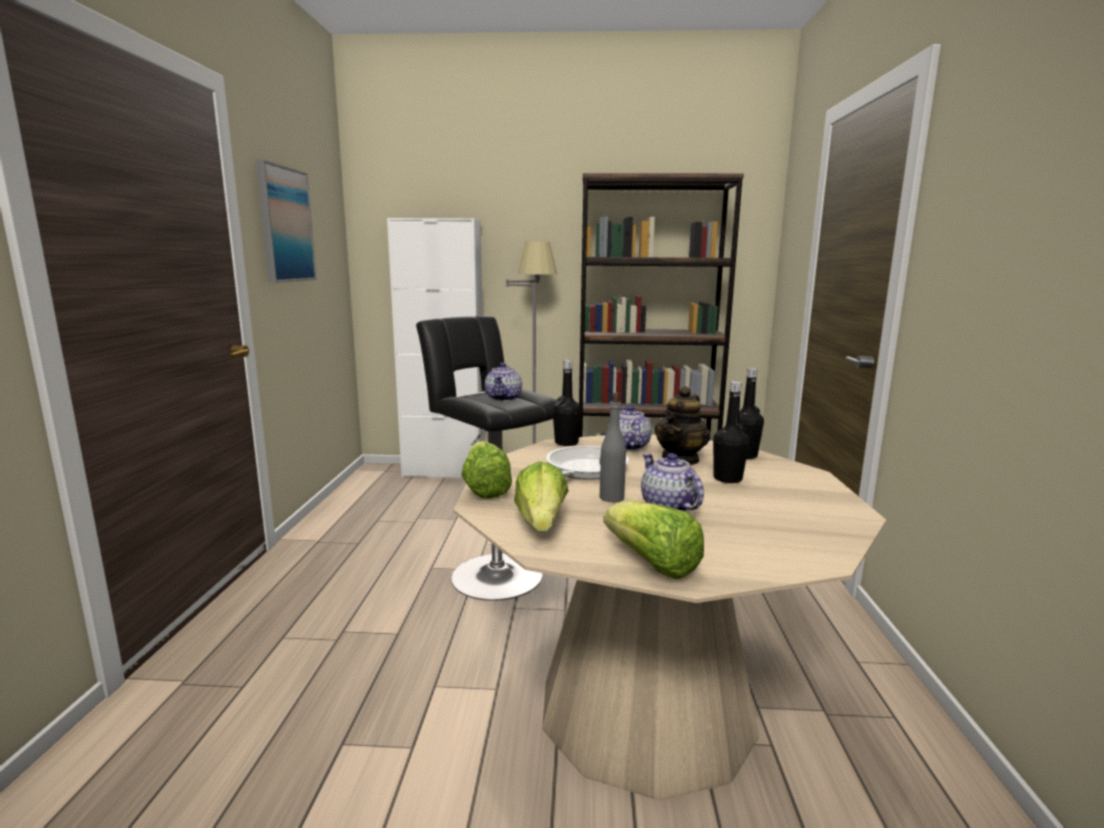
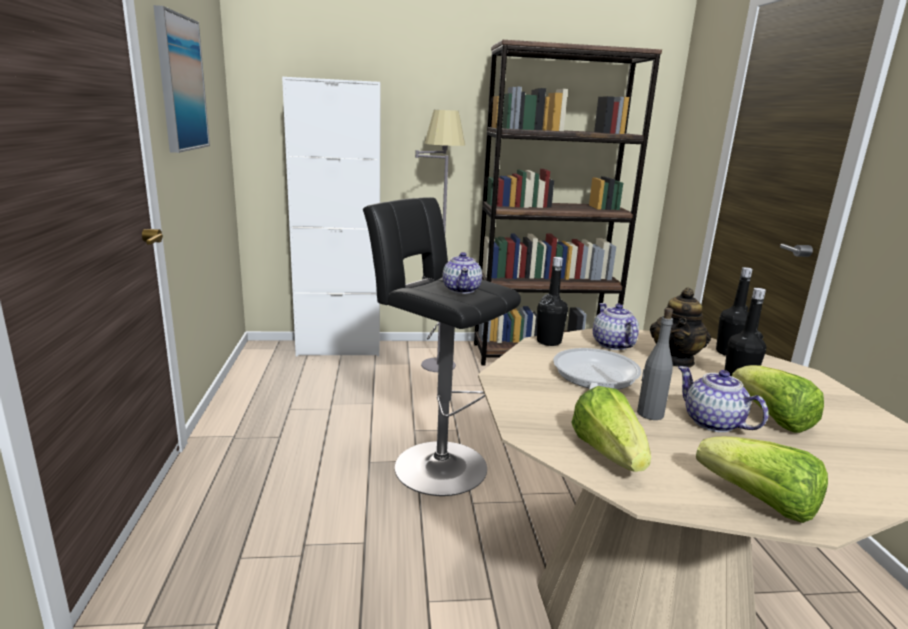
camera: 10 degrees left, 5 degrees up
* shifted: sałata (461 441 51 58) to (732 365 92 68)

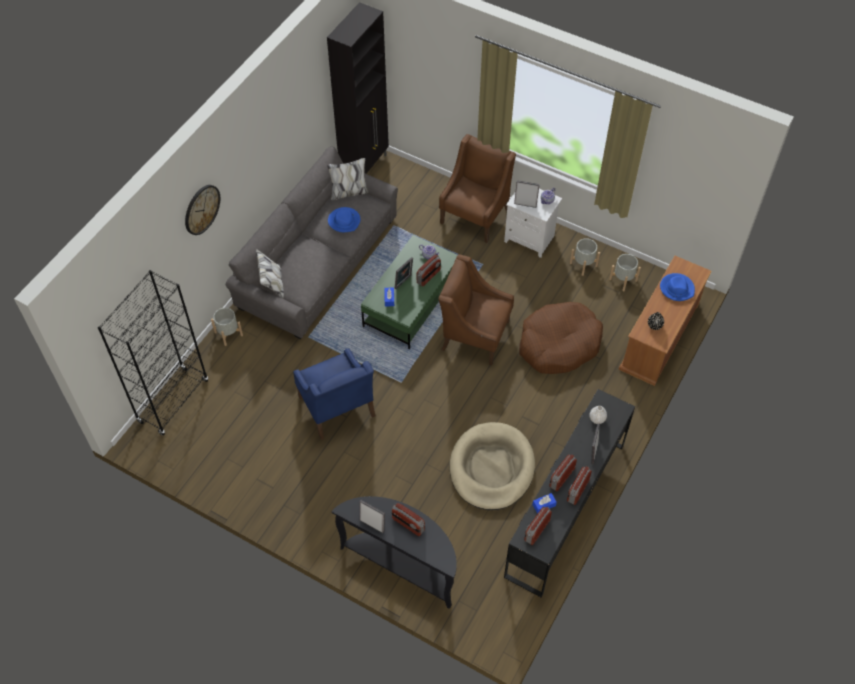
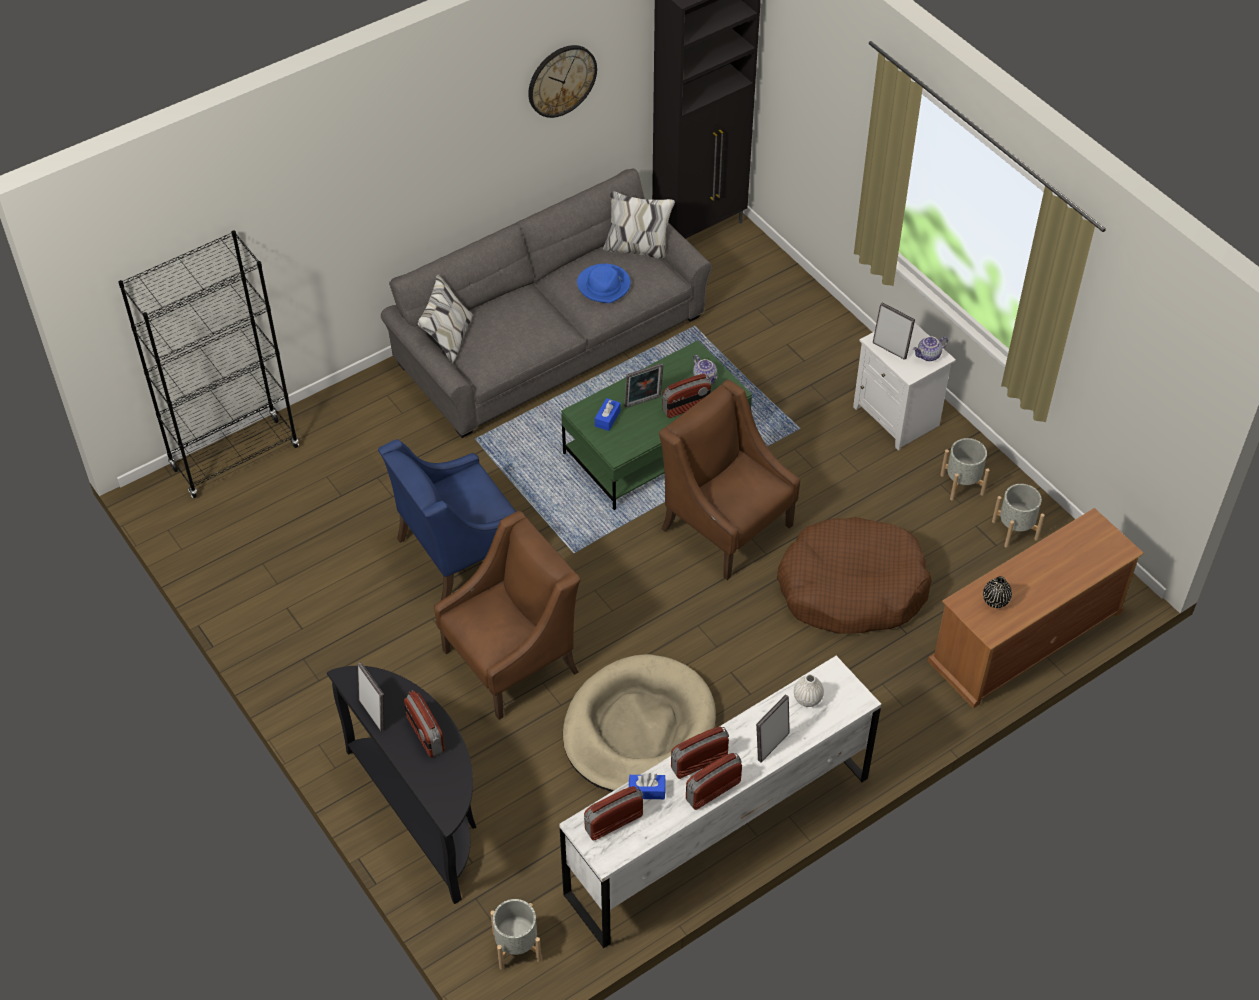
camera: 25 degrees right, 5 degrees down
* shifted: zegar ścienny (185 185 35 50) to (528 45 69 73)
* shifted: donica (szary) (211 308 32 38) to (490 899 51 71)
* rotated: fotel (niebieski) (293 348 82 92) = (378 439 138 161) 60 degrees clockwise
* shifted: fotel (brązowy) (439 134 77 109) to (434 511 147 209)
* repainted: komoda (czarny) (504 389 131 208) to komoda (biały) (559 656 322 292)
* gone: kapelusz (niebieski) (660 273 35 28)

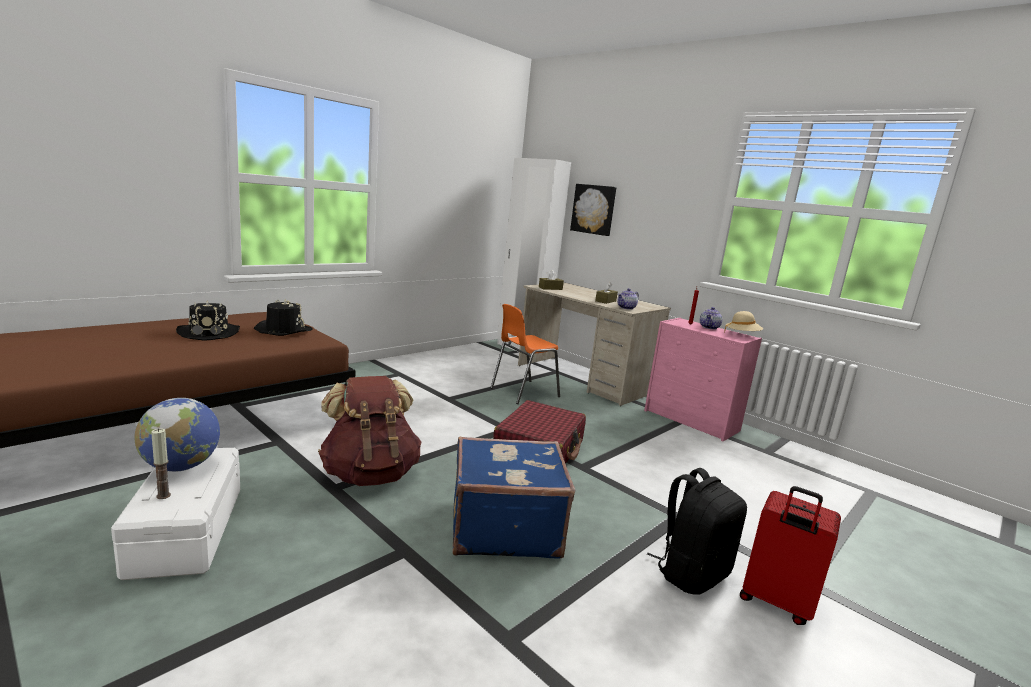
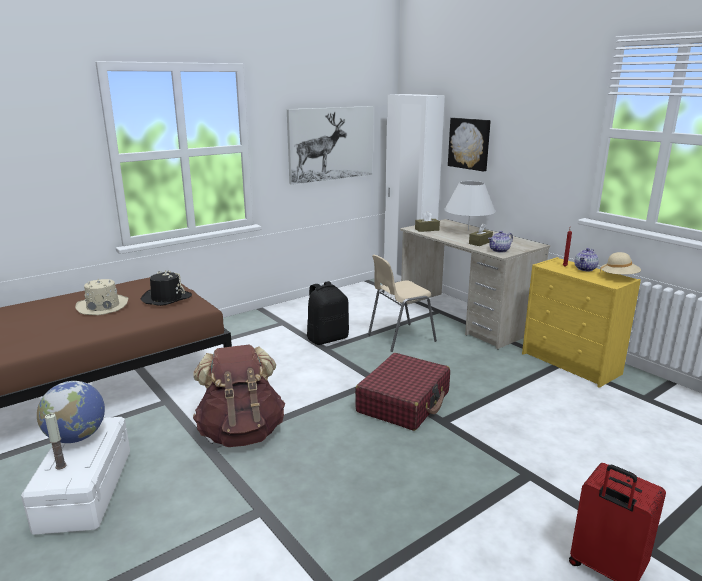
camera: 10 degrees right, 5 degrees up
* repainted: kapelusz (czarny) (176 300 64 41) to kapelusz (beżowy) (75 279 54 36)
* gone: walizka (niebieski) (452 437 123 122)
* repainted: krzesło (pomarańczowy) (490 304 70 100) to krzesło (beżowy) (368 255 69 97)
* repainted: komoda (różowy) (644 318 118 124) to komoda (żółty) (522 257 119 131)
* shifted: plecak (czarny) (647 468 100 127) to (307 281 42 64)
* new: obraz (287 106 87 79)
* new: lampa stołowa (biały) (444 181 51 50)

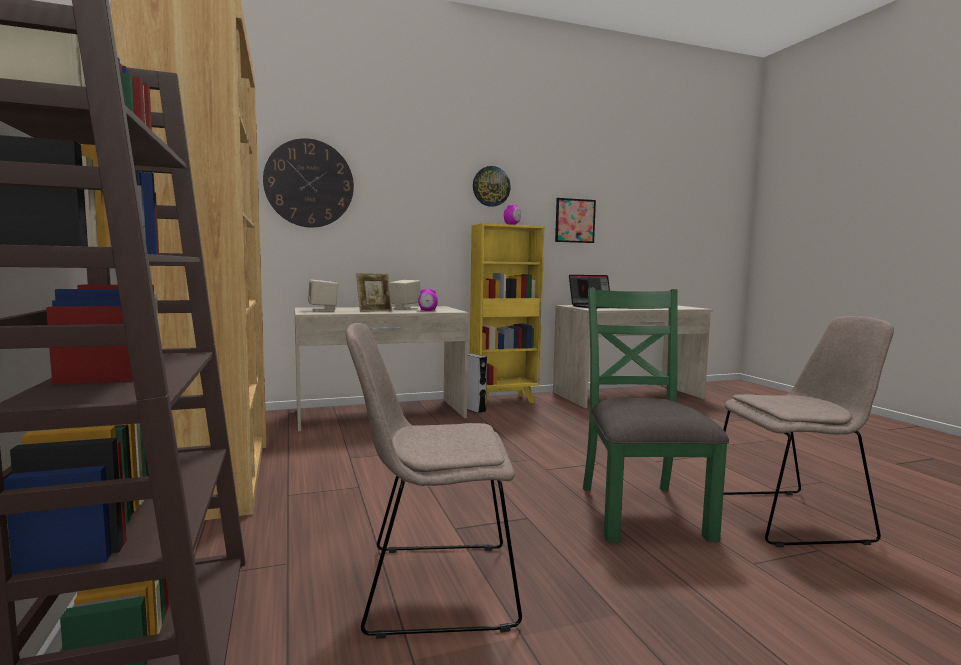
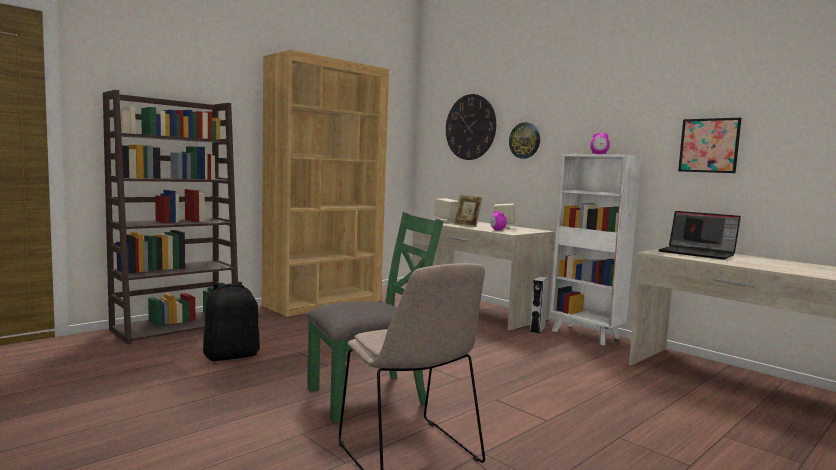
camera: 65 degrees right, 0 degrees up
* swapped: krzesło (beżowy) (346 323 176 316) to plecak (czarny) (203 282 57 79)
* repainted: regał (żółty) (470 223 74 183) to regał (biały) (551 154 90 191)
* shifted: zegar ścienny (473 166 38 41) to (509 122 31 37)

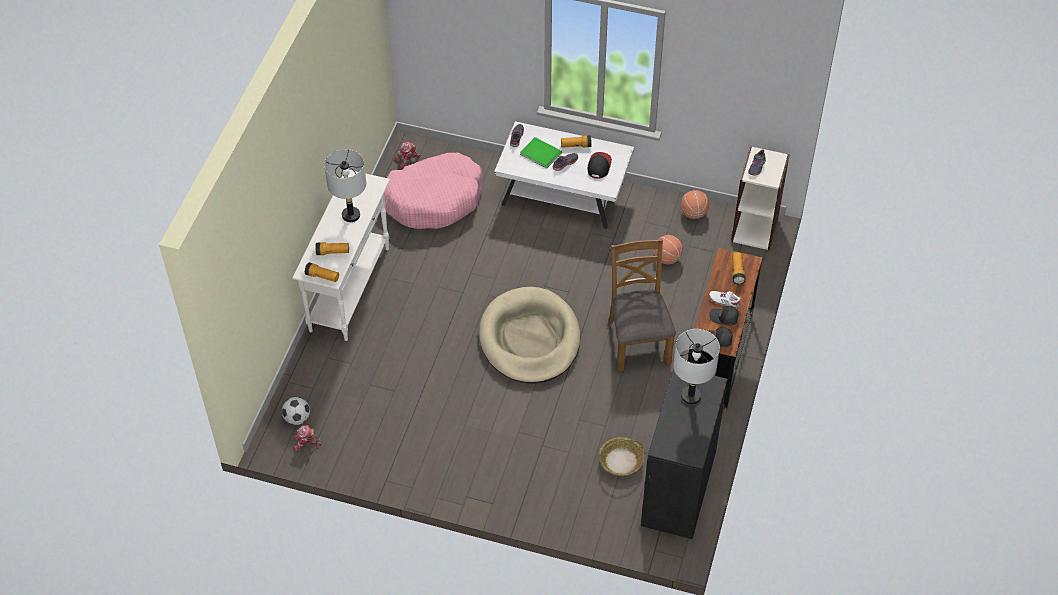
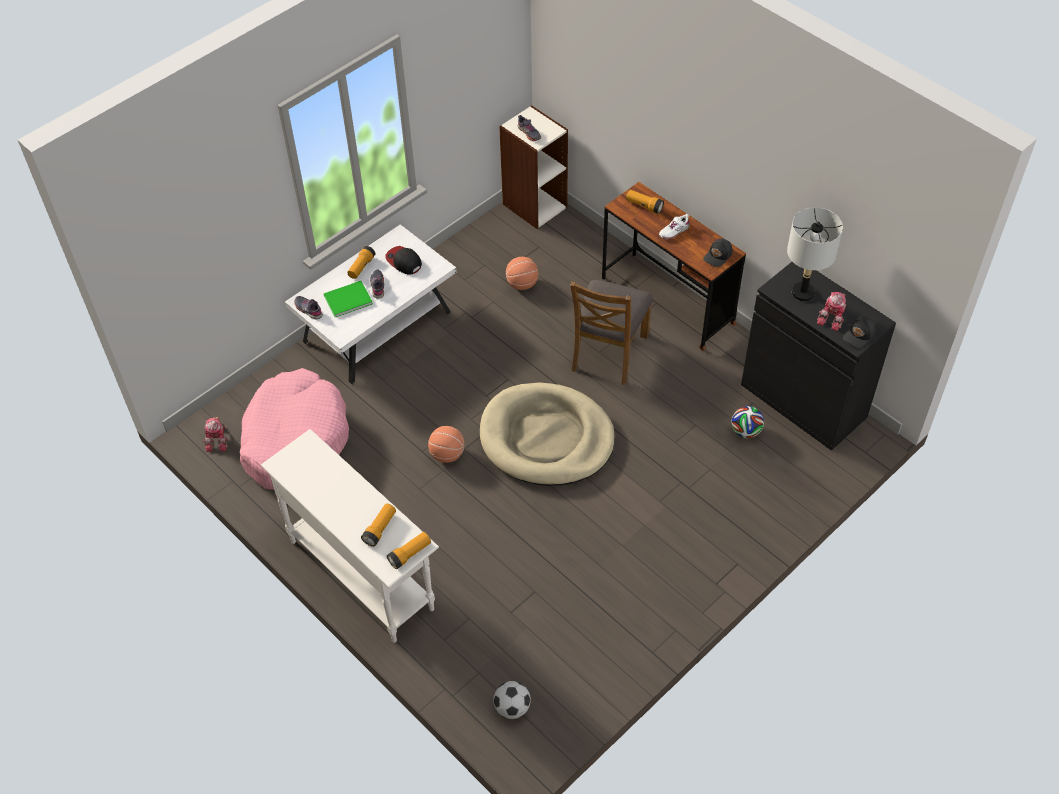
camera: 60 degrees left, 0 degrees up
* shifted: robot zabawkowy (293 425 29 26) to (817 292 29 39)
* gone: lampa stołowa (szary) (324 149 42 73)
* swapped: koszyk (599 437 45 39) to piłka futbolowa (731 406 33 32)
* rotated: krzesło (brązowy) (608 238 68 133) = (570 280 83 105) 90 degrees counterclockwise
* shifted: piłka do koszykówki (681 190 28 29) to (428 426 36 37)
* shifted: czapka z daszkiem (czarny) (709 306 30 19) to (843 316 33 32)

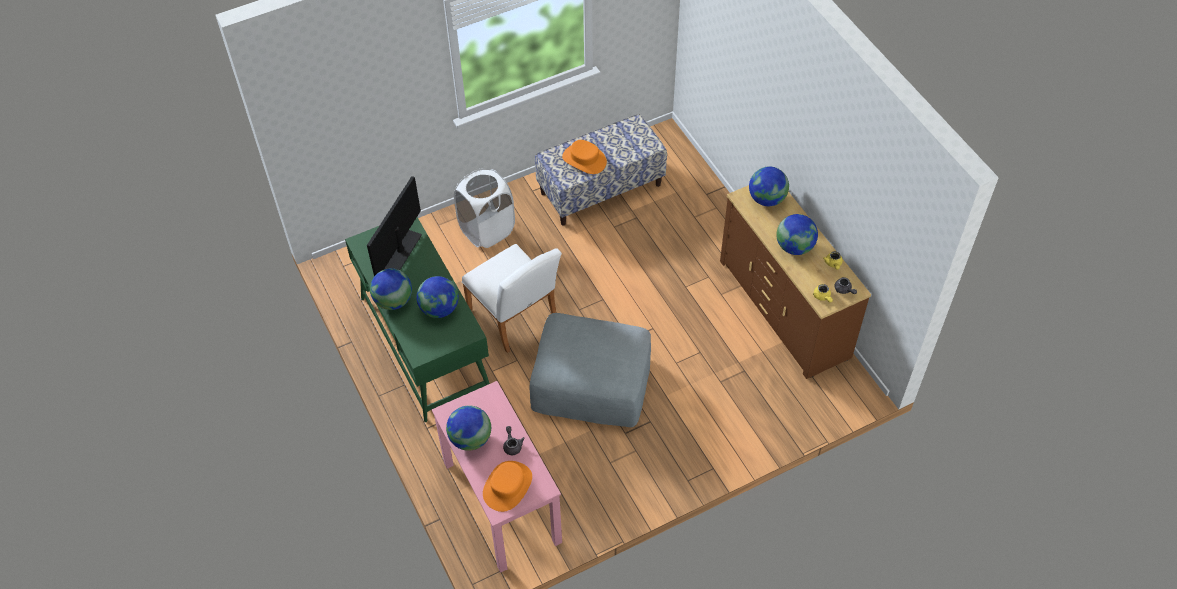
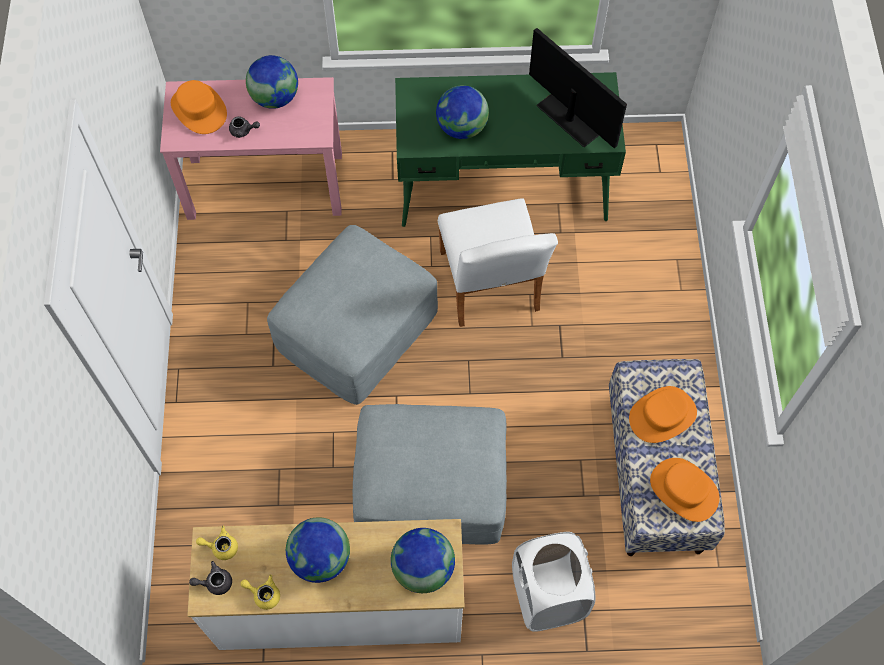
camera: 115 degrees right, 10 degrees up
* gone: globus (370 268 42 42)
* shifted: kosz na pranie (biały) (454 169 61 79) to (512 532 83 100)
* rotated: krzesło (biały) (462 244 100 109) = (437 199 121 128) 90 degrees counterclockwise
* repainted: komoda (brązowy) (720 185 151 194) to komoda (biały) (187 519 278 131)
* new: pufa (szary) (353 404 154 141)
* new: kapelusz (pomarańczowy) (650 458 70 64)

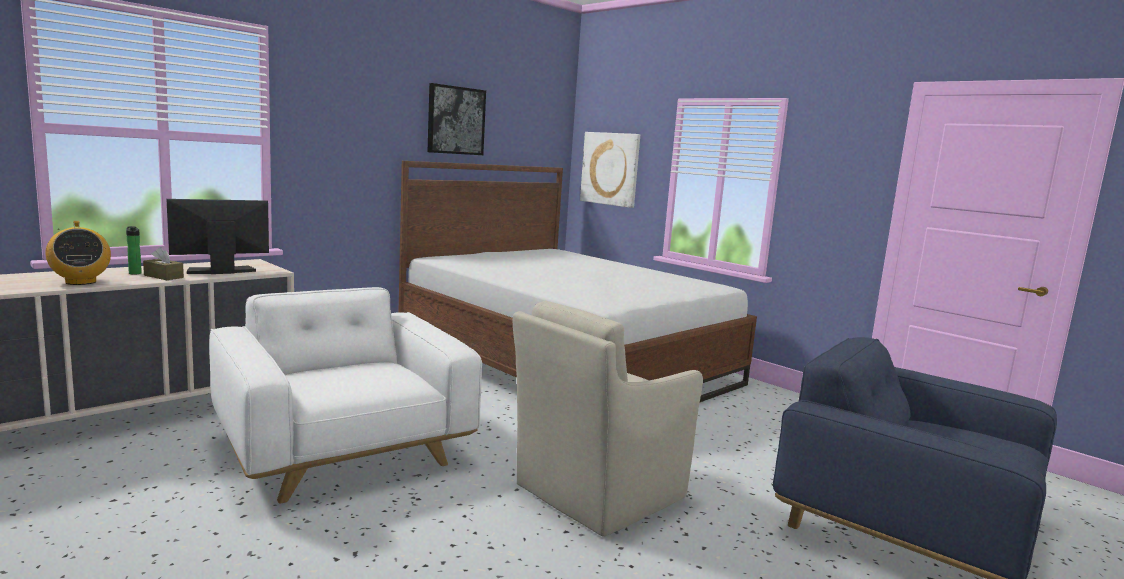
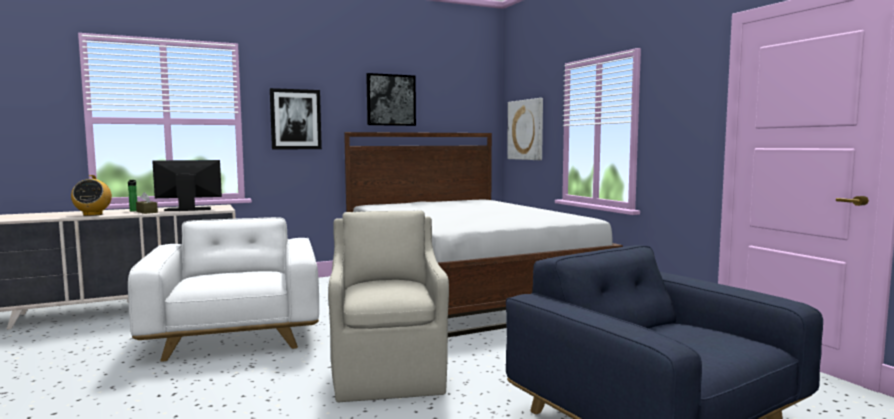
camera: 20 degrees right, 5 degrees down
* rotated: fotel (beżowy) (513 301 190 236) = (328 210 121 192) 105 degrees clockwise
* new: obraz (270 88 52 62)

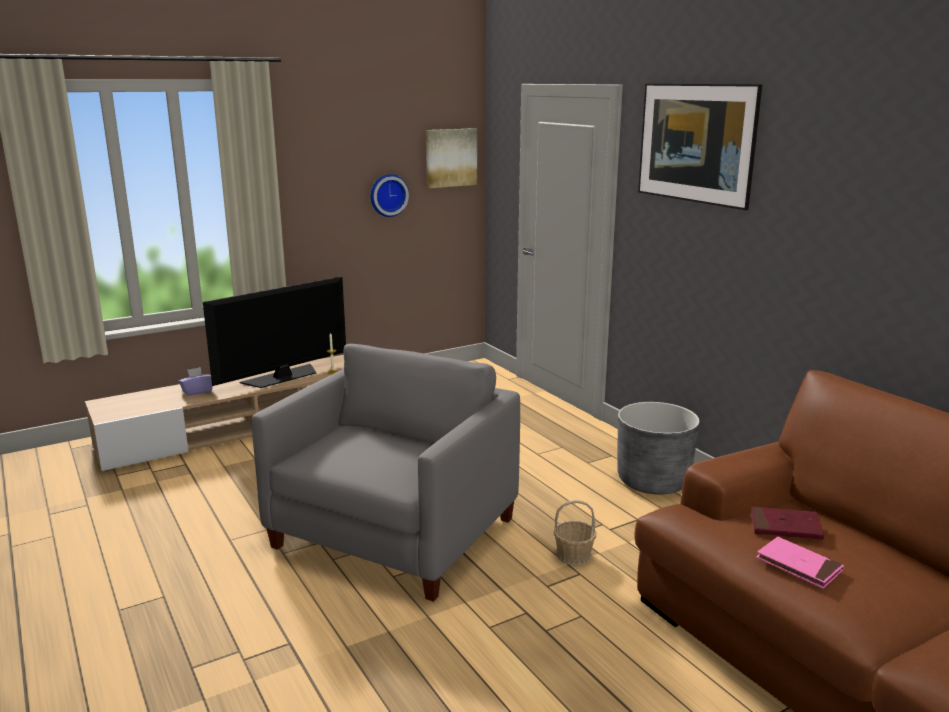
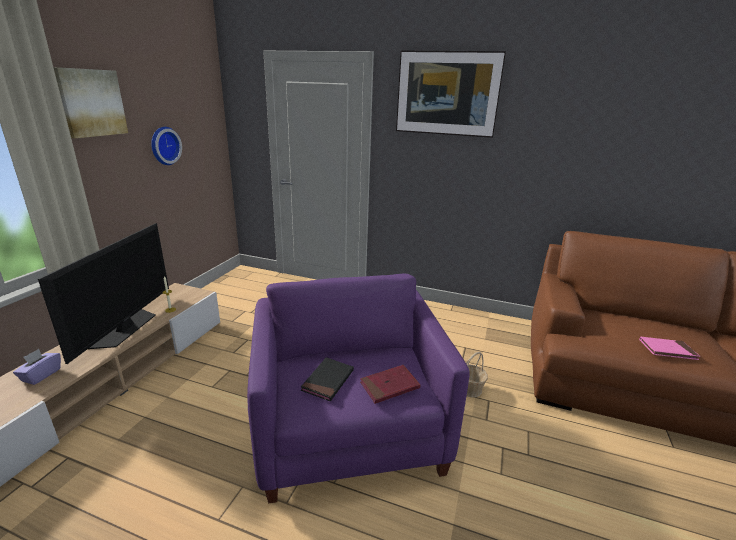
camera: 40 degrees left, 5 degrees up
* repainted: fotel (szary) (252 344 268 258) to fotel (fioletowy) (247 274 223 230)
* shifted: obraz (426 128 51 60) to (54 67 74 71)
* gone: donica (szary) (617 402 83 93)
* shifted: książka (czerwony) (751 507 73 33) to (360 365 60 39)
* new: książka (czarny) (301 357 53 44)

